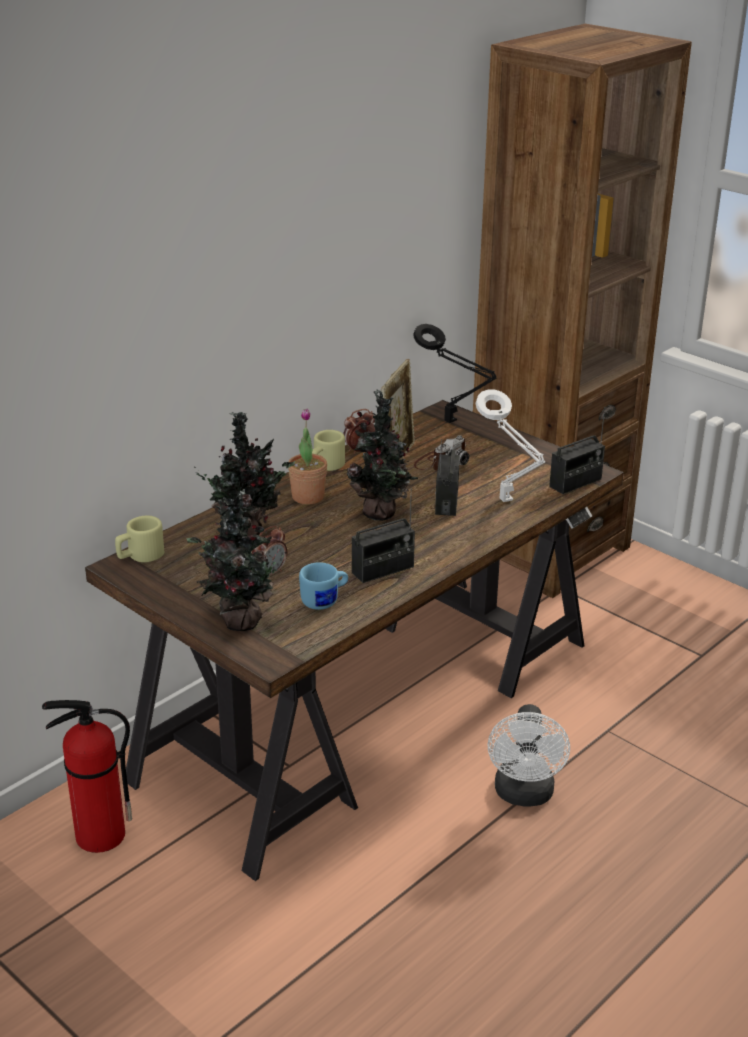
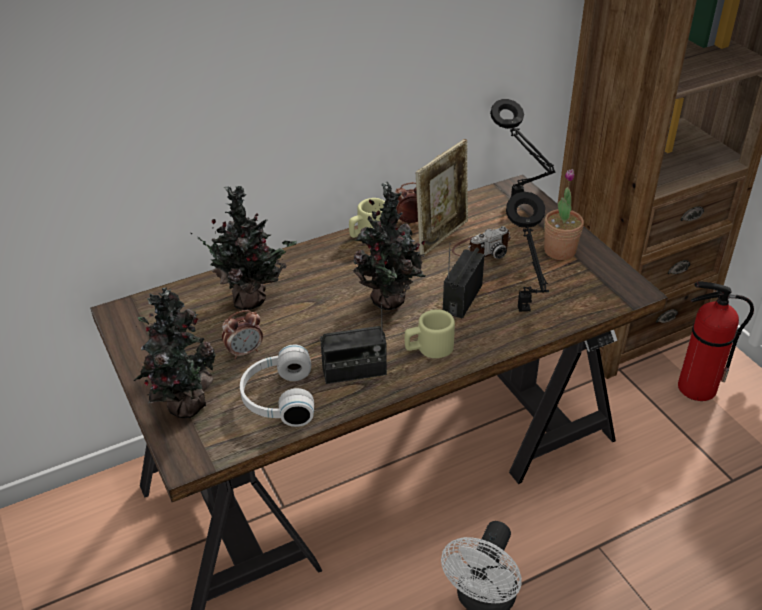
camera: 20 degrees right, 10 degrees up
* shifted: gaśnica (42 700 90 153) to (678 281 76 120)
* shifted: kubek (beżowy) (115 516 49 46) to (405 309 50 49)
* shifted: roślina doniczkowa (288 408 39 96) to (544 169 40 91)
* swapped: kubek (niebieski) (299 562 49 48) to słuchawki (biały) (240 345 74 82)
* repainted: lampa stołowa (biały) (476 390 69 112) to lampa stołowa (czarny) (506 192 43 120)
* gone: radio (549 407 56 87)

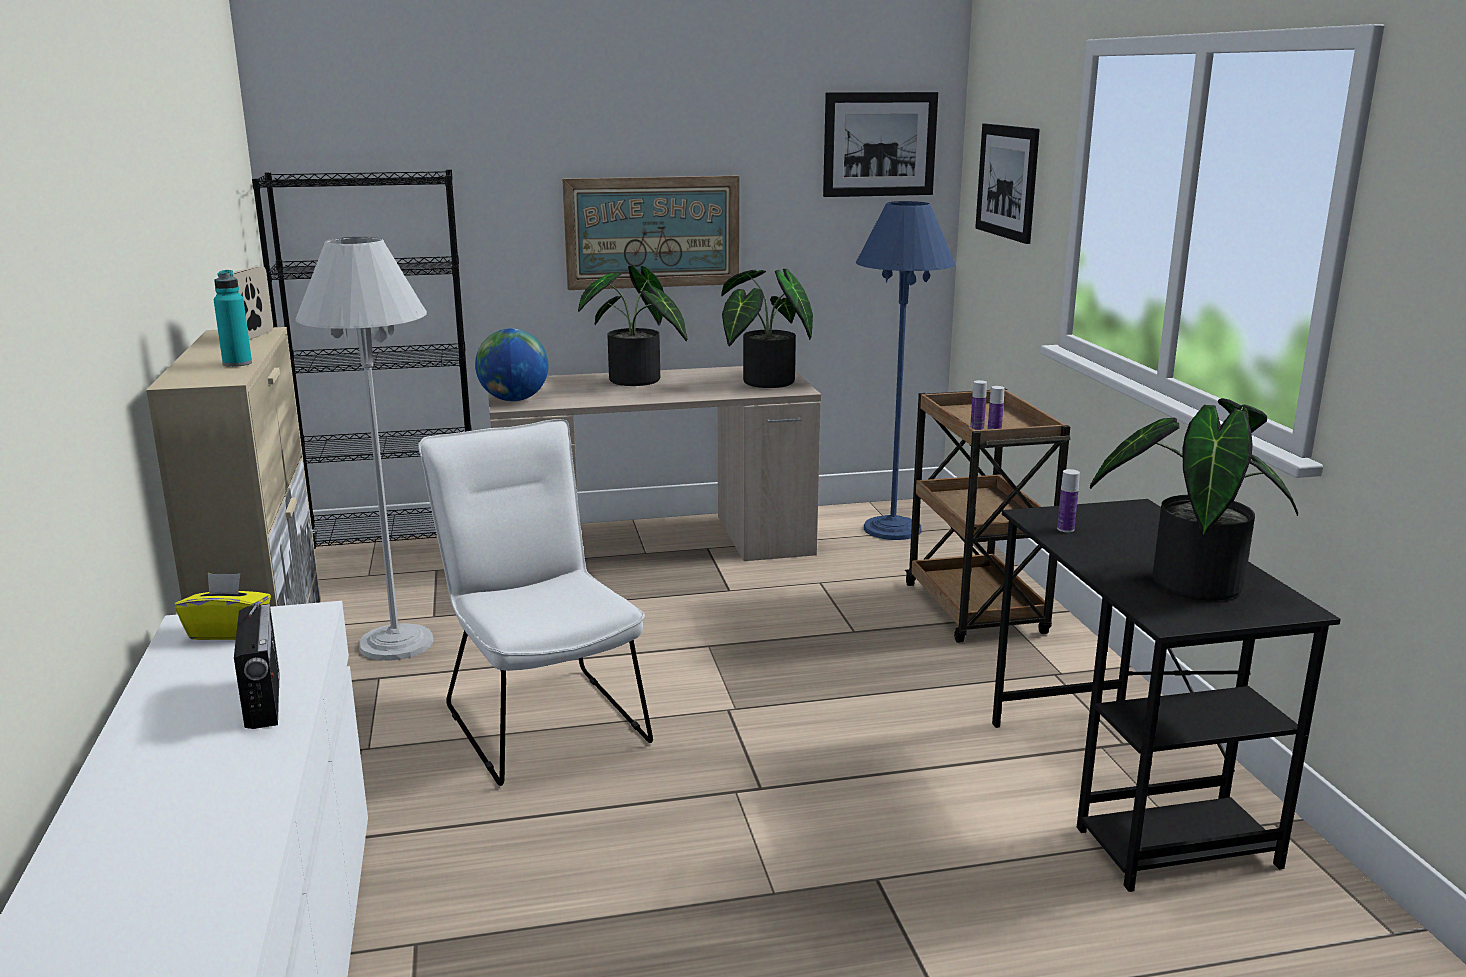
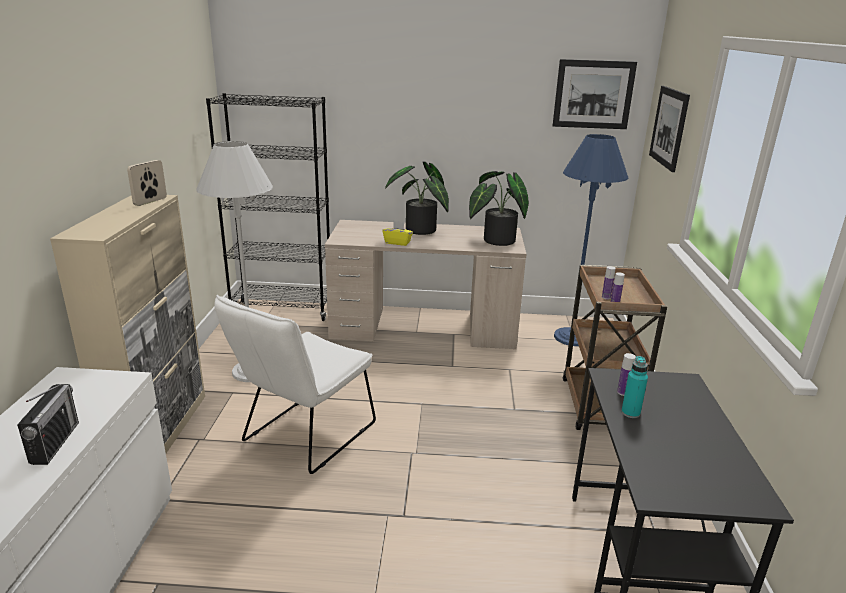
camera: 15 degrees right, 5 degrees up
* shifted: pudełko chusteczek (żółty) (175 573 96 67) to (382 221 31 25)
* shifted: butelka (turkusowy) (214 270 38 97) to (621 356 27 62)
* rotated: krzesło (biały) (418 419 235 367) = (214 295 162 179) 135 degrees counterclockwise
* gone: globus (475 328 73 73)
* gone: obraz (562 176 178 114)
* gone: roślina doniczkowa (1090 398 208 203)

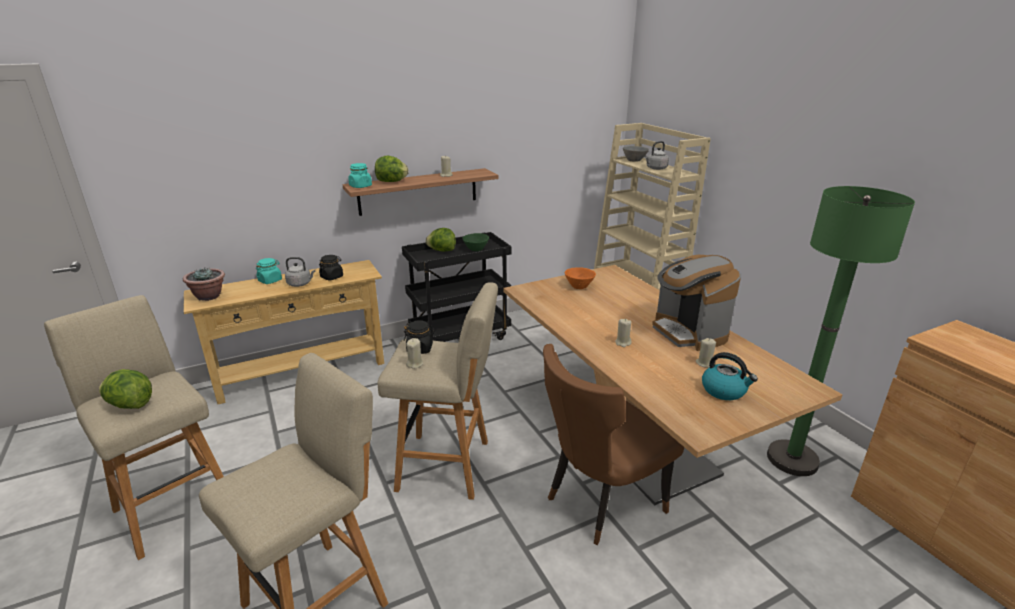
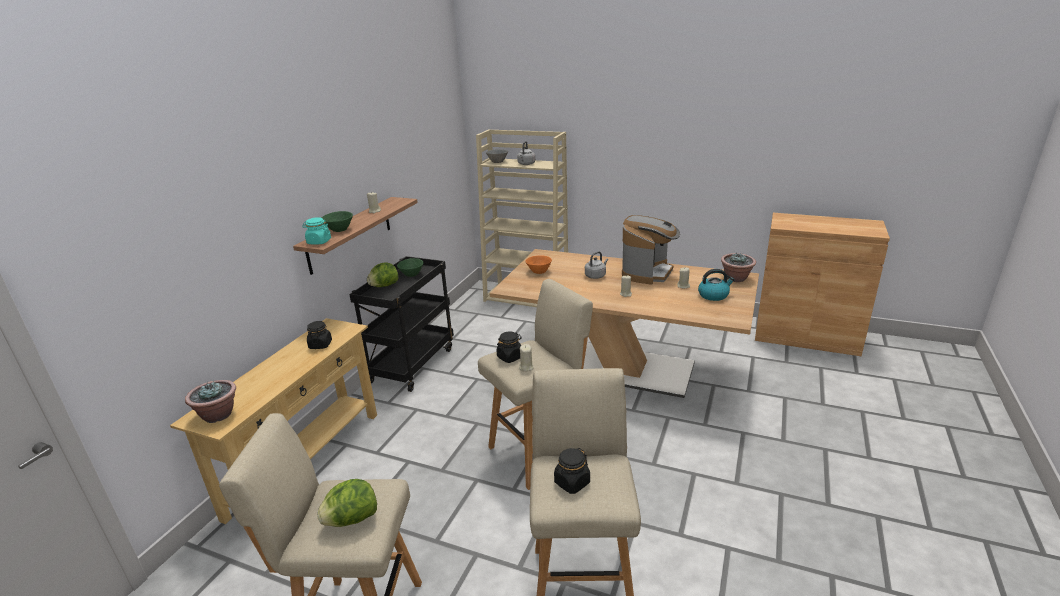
camera: 40 degrees left, 0 degrees up
* gone: słoik (turkusowy) (256 258 26 26)
* shifted: czajnik (szary) (285 257 30 30) to (585 251 23 28)
* swapped: sałata (375 156 34 26) to miska (zielony) (322 211 31 21)
* gone: krzesło (brązowy) (543 344 141 201)
* rotated: ekspres do kawy (652 255 89 96) = (622 215 58 70) 90 degrees counterclockwise
* gone: lampa stojąca (zielony) (767 186 148 290)
* new: słoik (czarny) (554 448 36 46)
* new: roślina doniczkowa (721 253 35 29)

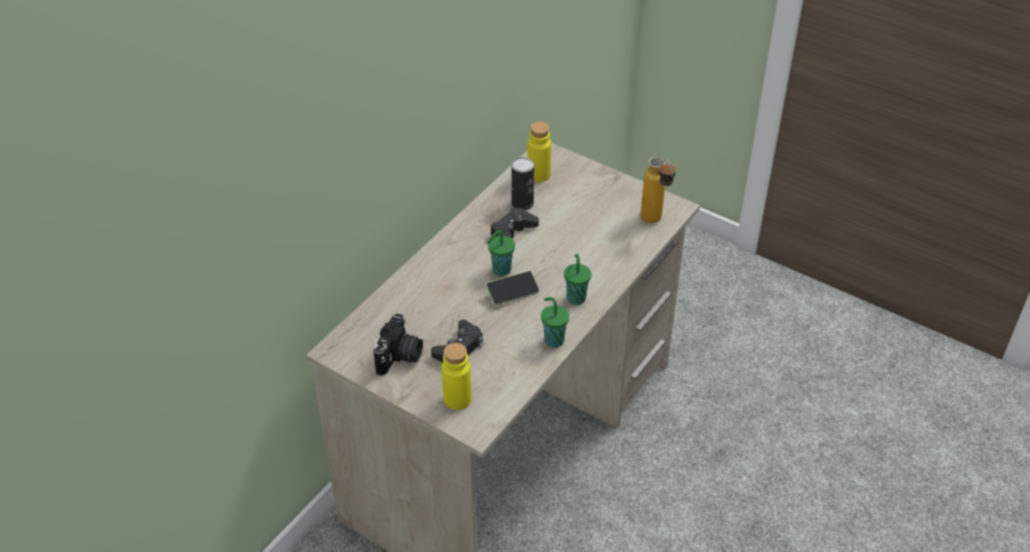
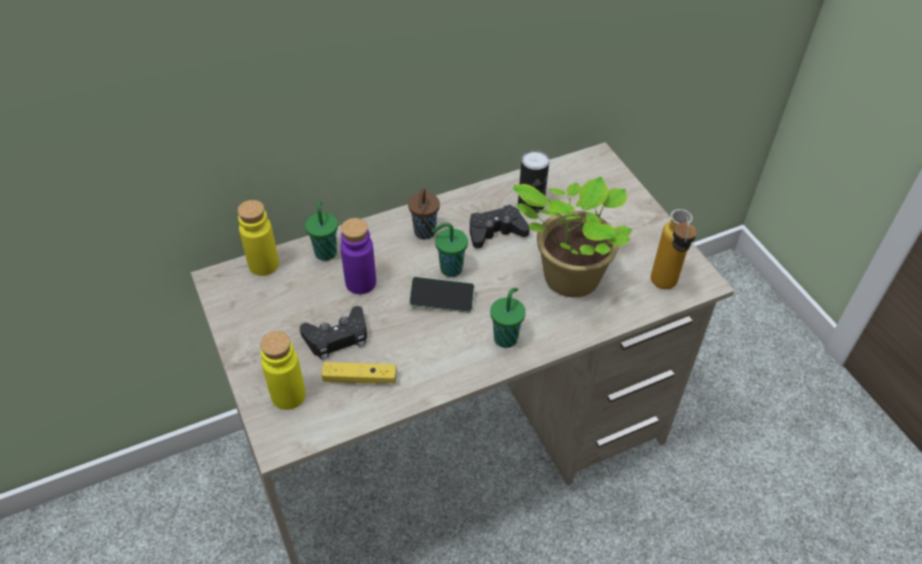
camera: 30 degrees right, 5 degrees up
* gone: aparat fotograficzny (373 314 50 62)
* shifted: butelka (żółty) (527 122 24 60) to (237 200 42 76)
* shifted: filiżanka (zielony) (541 297 28 51) to (305 202 33 59)
* new: pad do gier (żółty) (321 362 76 22)
* new: butelka (fioletowy) (340 218 36 76)
* new: filiżanka (brązowy) (408 187 32 53)
* new: roślina doniczkowa (513 177 119 120)

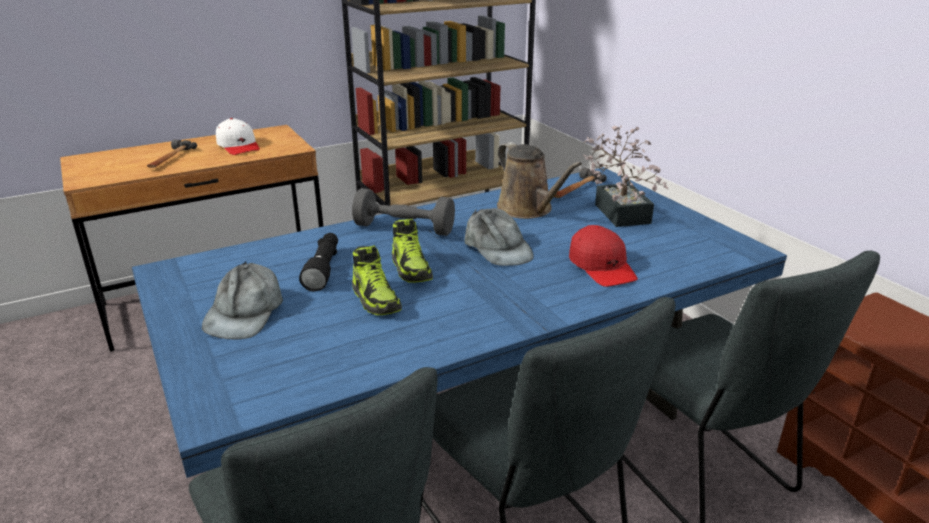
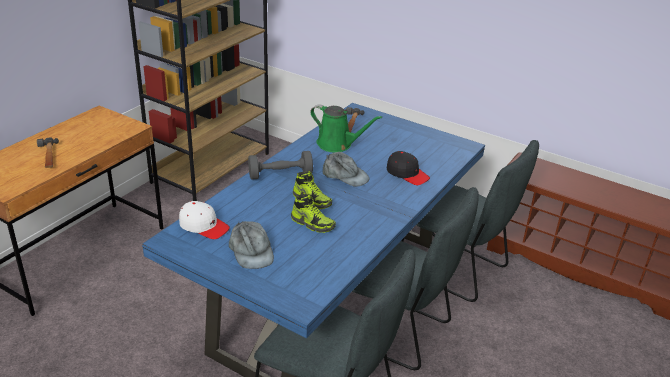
camera: 30 degrees left, 5 degrees up
* shifted: czapka z daszkiem (biały) (216 118 44 37) to (179 201 51 38)
* gone: latarka (czarny) (299 233 39 59)
* repainted: konewka (brązowy) (497 142 85 77) to konewka (zielony) (310 104 72 48)
* repainted: czapka z daszkiem (czerwony) (569 225 69 62) to czapka z daszkiem (czarny) (387 151 43 34)
* gone: roślina doniczkowa (583 125 85 102)

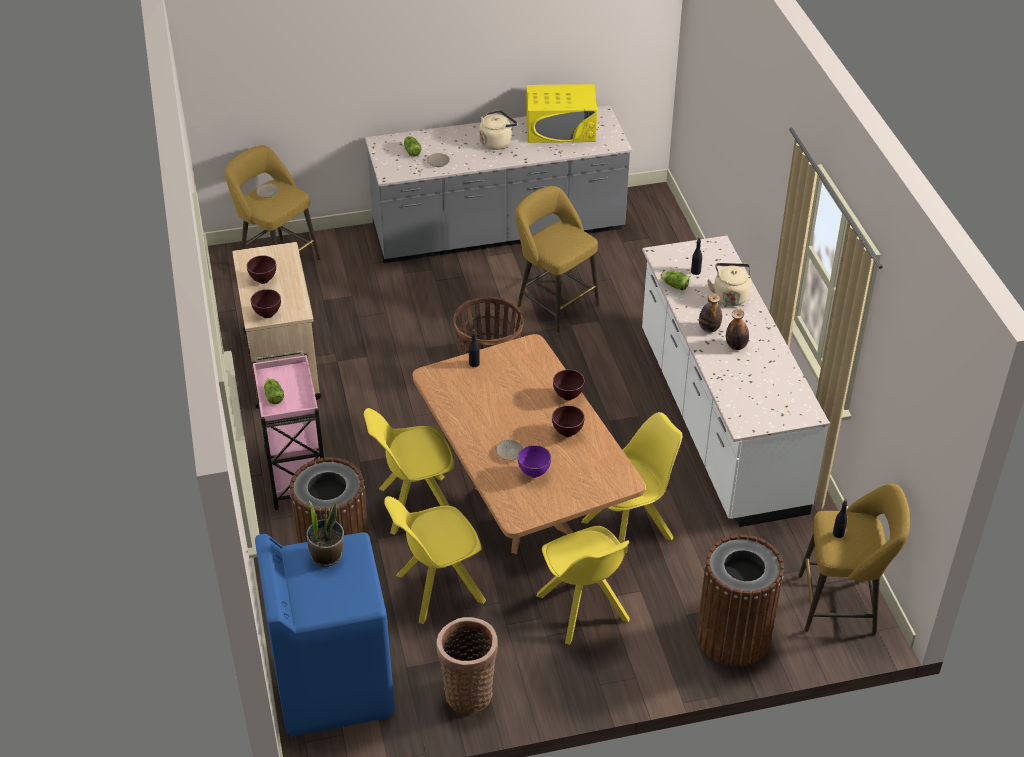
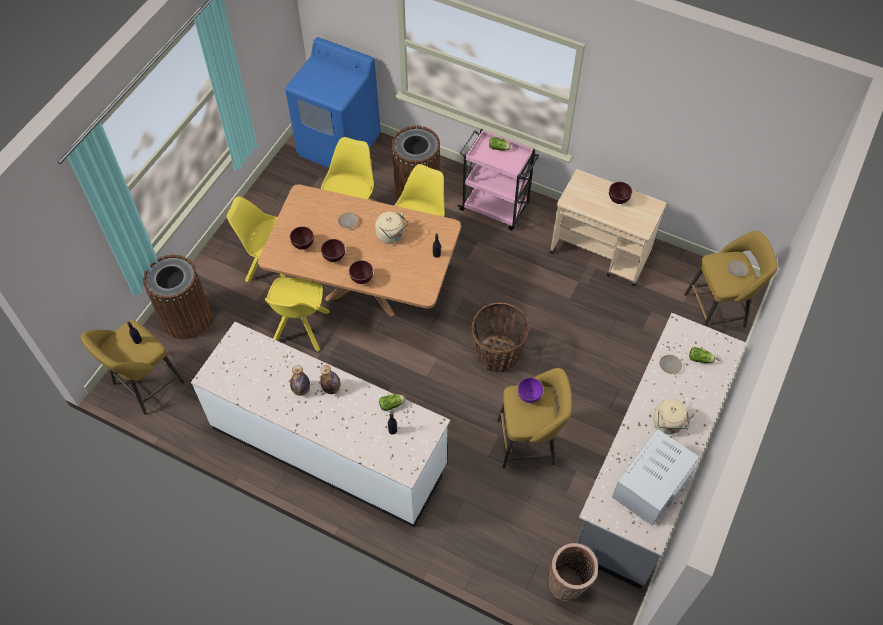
camera: 130 degrees right, 15 degrees up
* shifted: miska (brązowy) (251 289 30 29) to (290 226 24 24)
* gone: roślina doniczkowa (306 500 38 67)
* shifted: koszyk (437 617 61 97) to (549 543 49 58)
* shifted: miska (fioletowy) (518 445 33 33) to (518 378 26 25)
* repainted: mikrofalówka (żółty) (526 84 71 59) to mikrofalówka (biały) (612 429 87 97)
* shifted: czajnik (beżowy) (707 263 44 43) to (375 212 34 32)

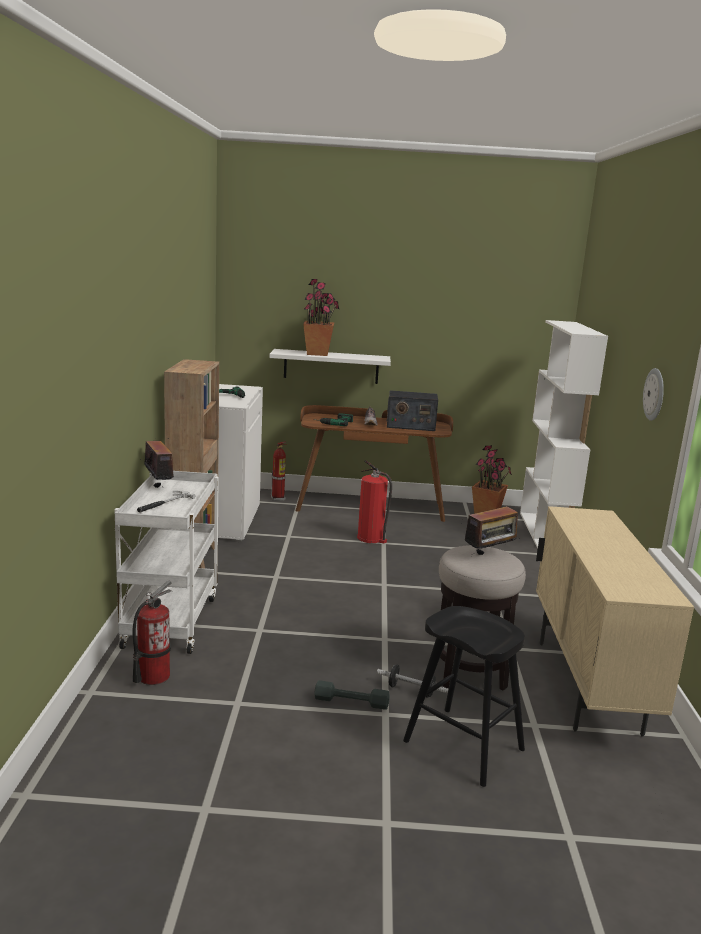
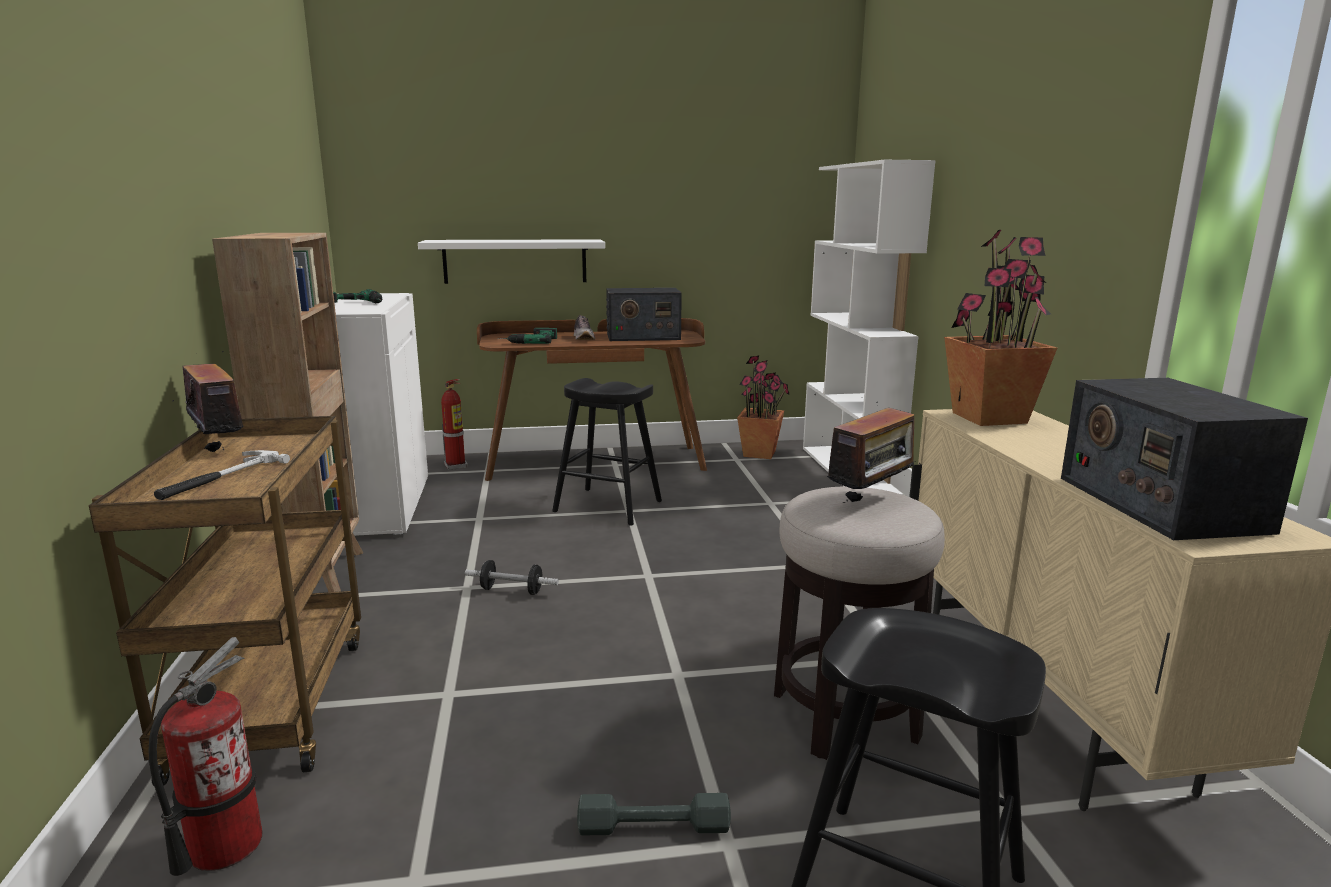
camera: 10 degrees left, 0 degrees up
* repainted: wózek (biały) (115 471 104 183) to wózek (brązowy) (89 416 272 370)
* shifted: roślina doniczkowa (303 279 36 77) to (944 230 113 196)
* swapped: gaśnica (357 460 35 83) to stołek (czarny) (552 378 110 148)
* shifted: hantel (377 665 72 33) to (465 560 94 35)
* gone: zegar ścienny (643 368 21 53)
* new: radio (1061 378 247 162)

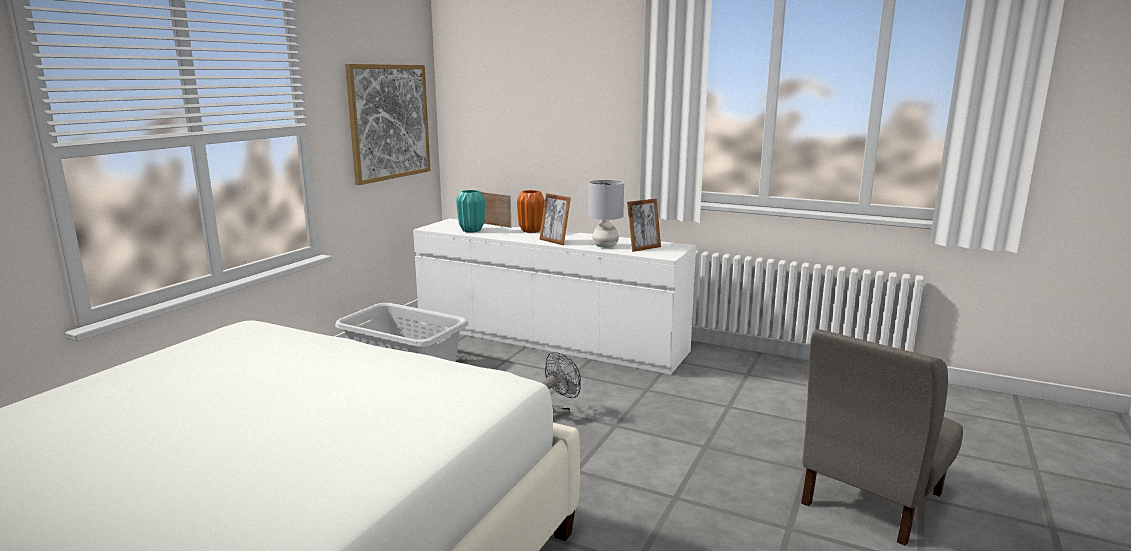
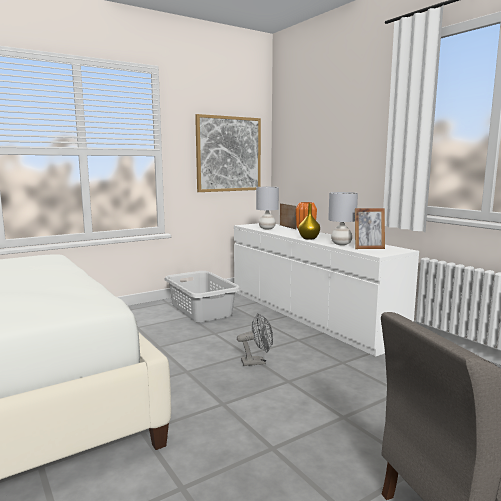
camera: 30 degrees right, 5 degrees down
* swapped: wazon (turkusowy) (456 190 29 43) to lampa stołowa (szary) (256 187 23 42)
* swapped: ramka na zdjęcie (540 193 31 52) to wazon (żółty) (299 203 21 37)

